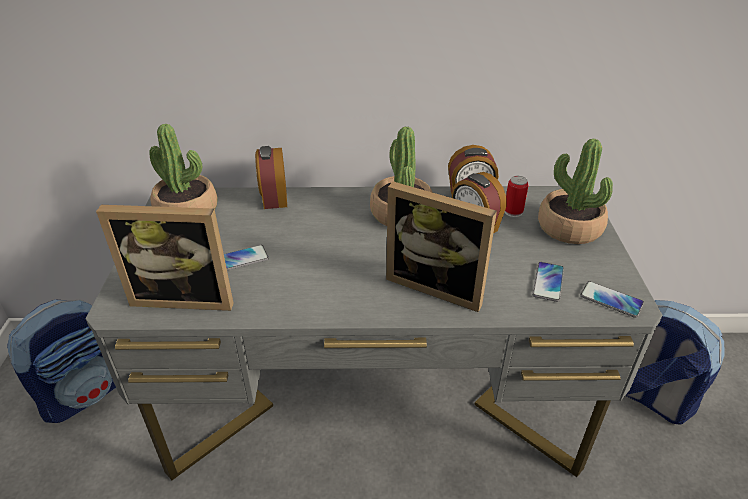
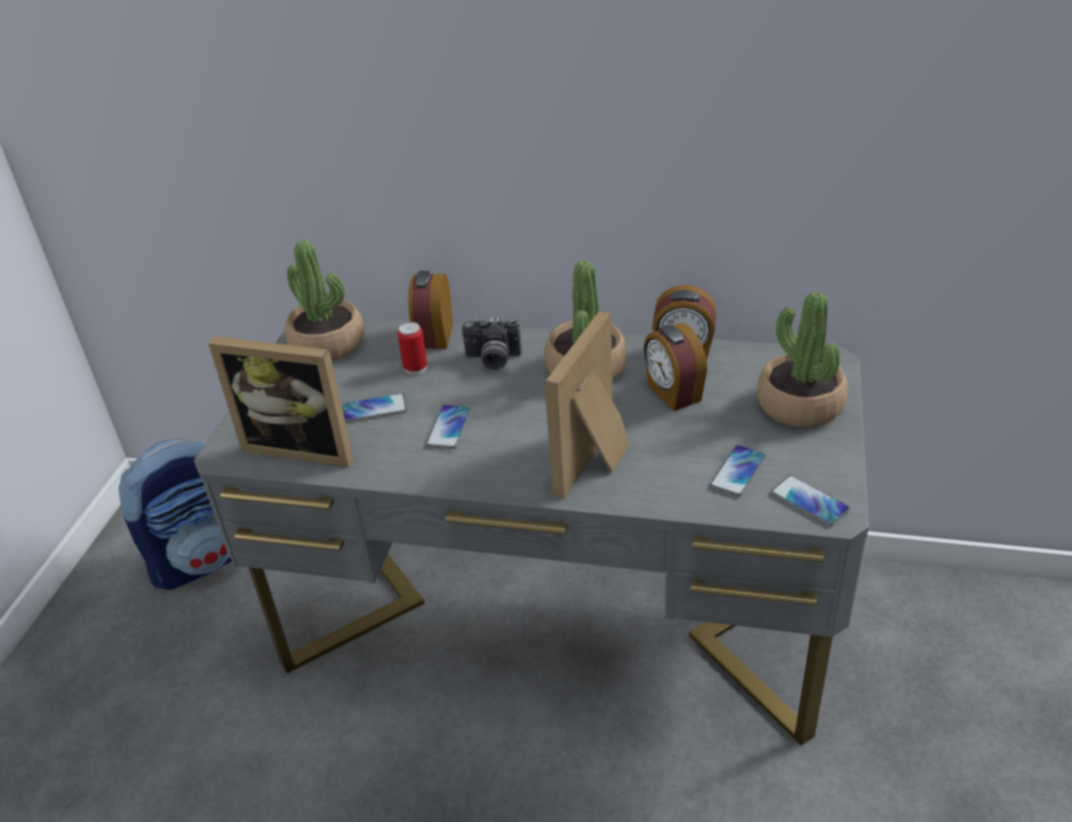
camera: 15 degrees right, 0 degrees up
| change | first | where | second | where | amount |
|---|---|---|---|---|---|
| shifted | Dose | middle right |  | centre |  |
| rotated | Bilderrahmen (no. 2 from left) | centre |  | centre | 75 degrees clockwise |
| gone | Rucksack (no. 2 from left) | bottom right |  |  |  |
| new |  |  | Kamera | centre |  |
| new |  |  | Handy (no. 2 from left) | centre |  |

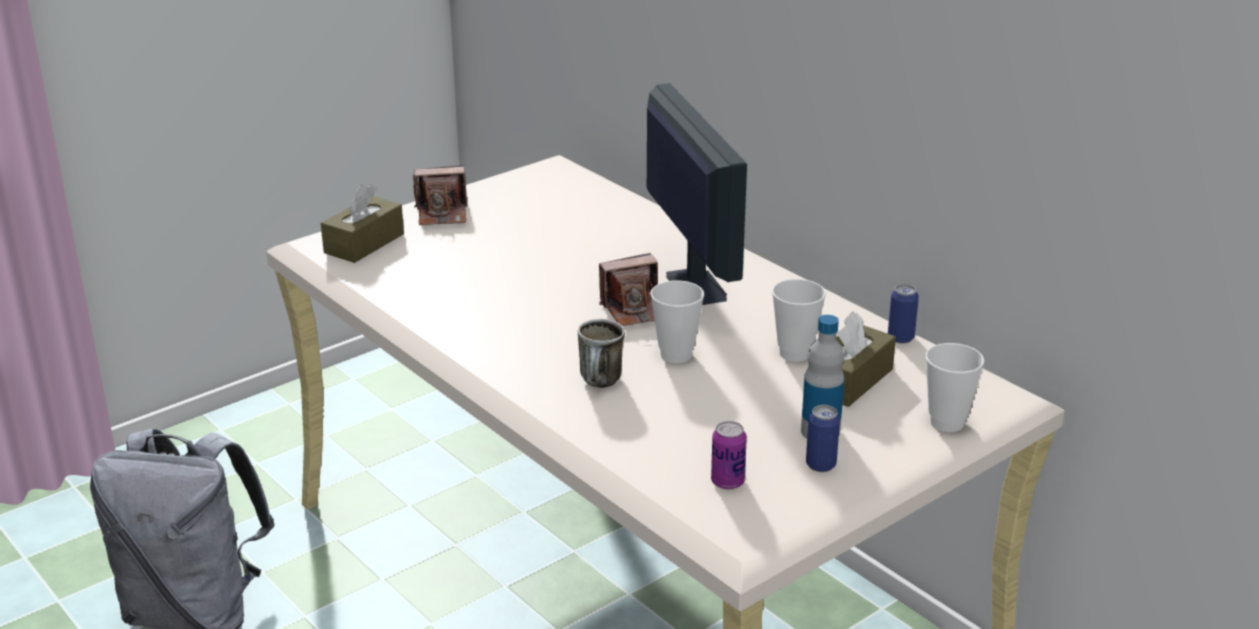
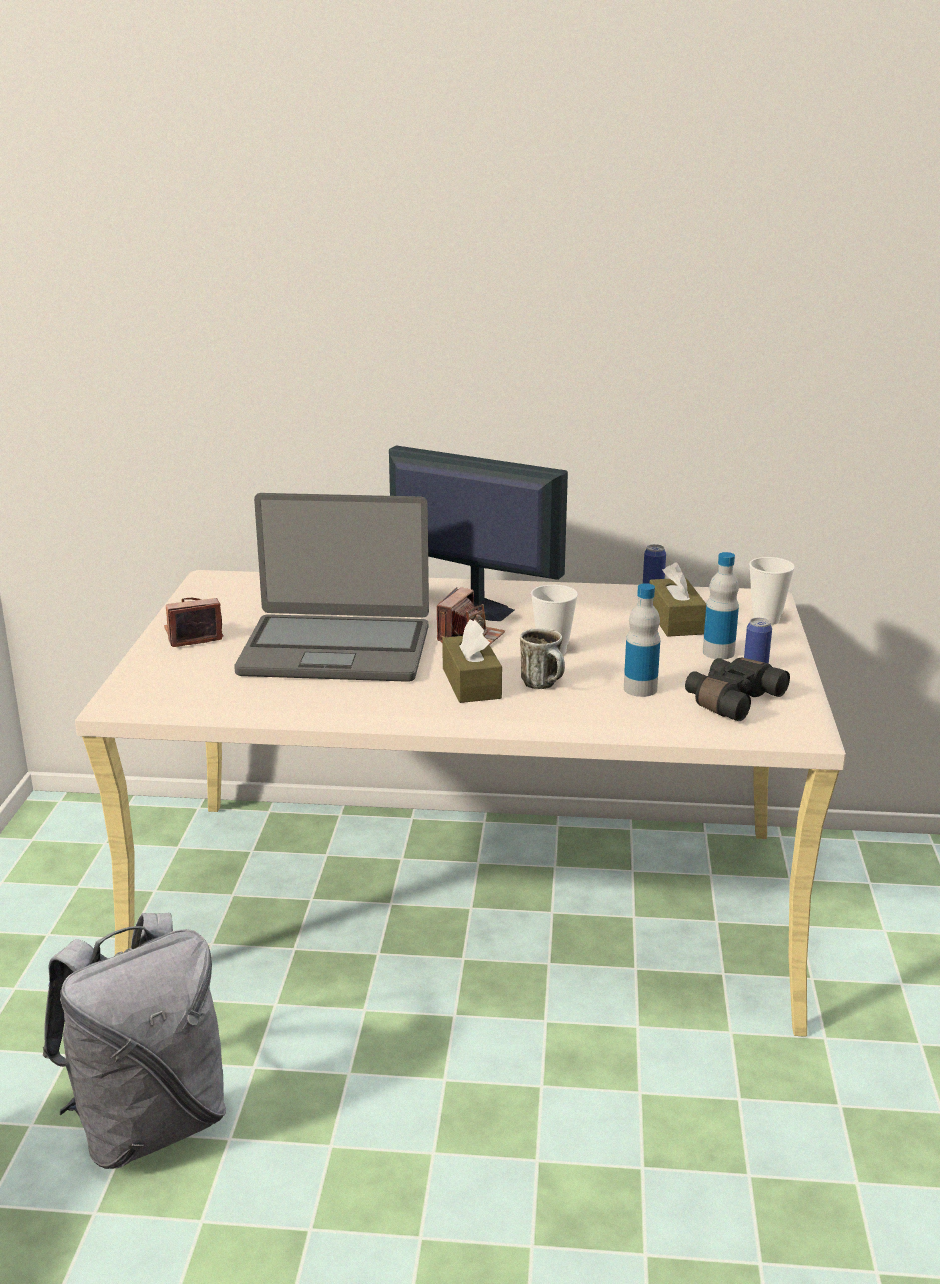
camera: 45 degrees left, 5 degrees down
| change | first | where | second | where | amount |
|---|---|---|---|---|---|
| rotated | Kamera (no. 1 from left) | top centre |  | middle left | 150 degrees counterclockwise |
| shifted | Taschentuchbox (braun) (no. 1 from left) | middle left |  | centre |  |
| gone | Tasse (no. 2 from left) | centre |  |  |  |
| swapped | Dose (no. 1 from left) | bottom centre | Fernglas (schwarz) | middle right |  |
| new |  |  | Laptop | centre |  |
| new |  |  | Flasche (no. 1 from left) | middle right |  |

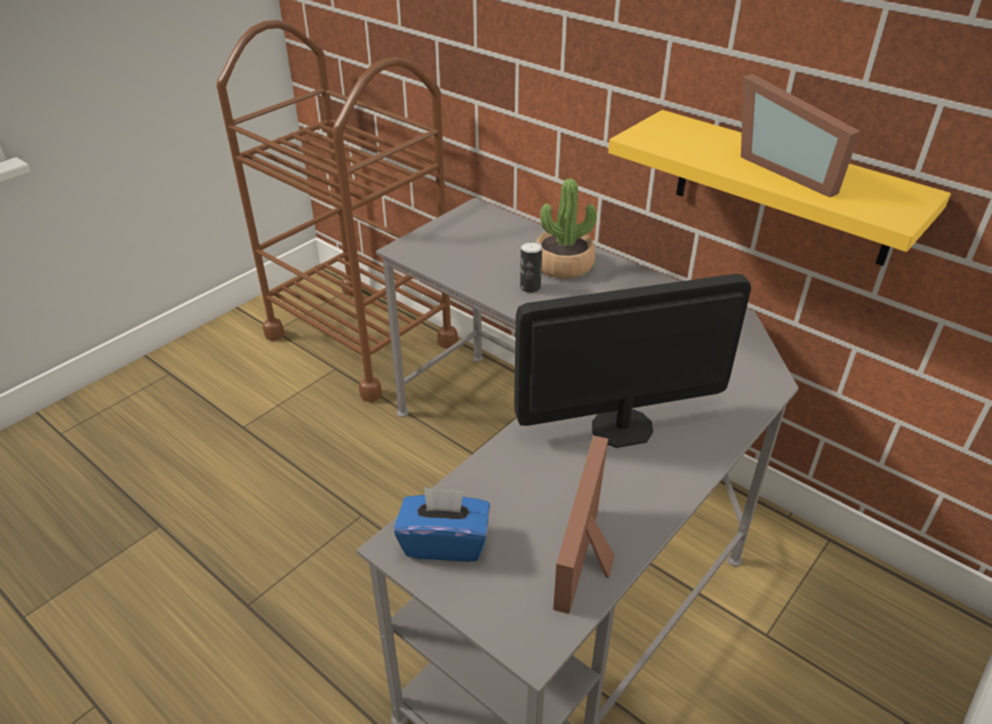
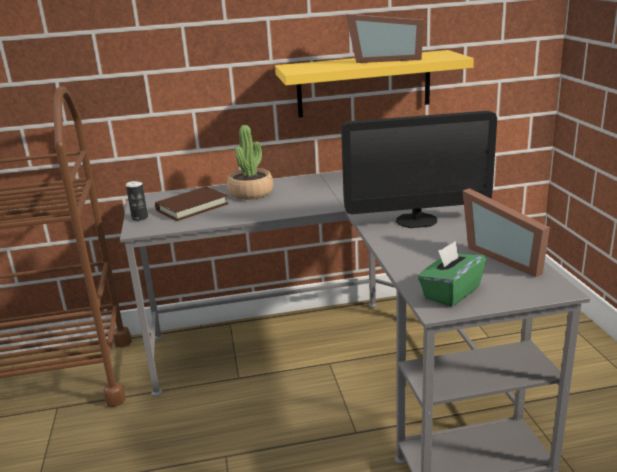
camera: 50 degrees left, 15 degrees down
| change | first | where | second | where | amount |
|---|---|---|---|---|---|
| shifted | Dose | centre |  | middle left |  |
| rotated | Monitor | centre |  | middle right | 120 degrees counterclockwise |
| repainted | Taschentuchbox (blau) | bottom centre | Taschentuchbox (grün) | middle right |  |
| new |  |  | Buch (braun) | middle left |  |

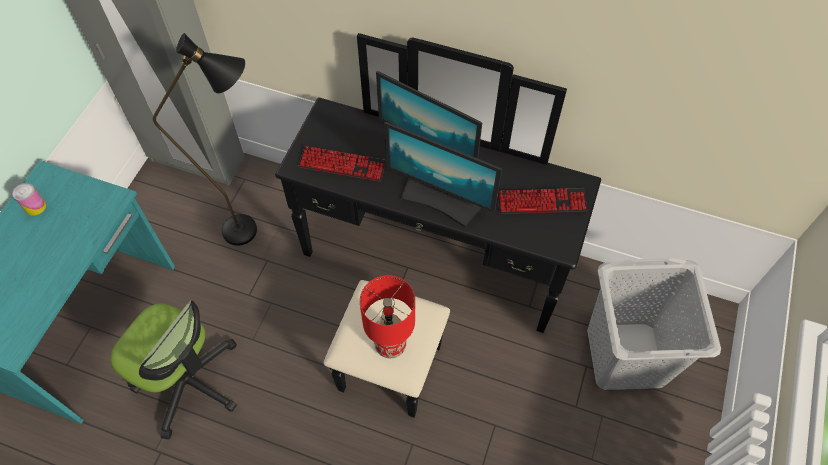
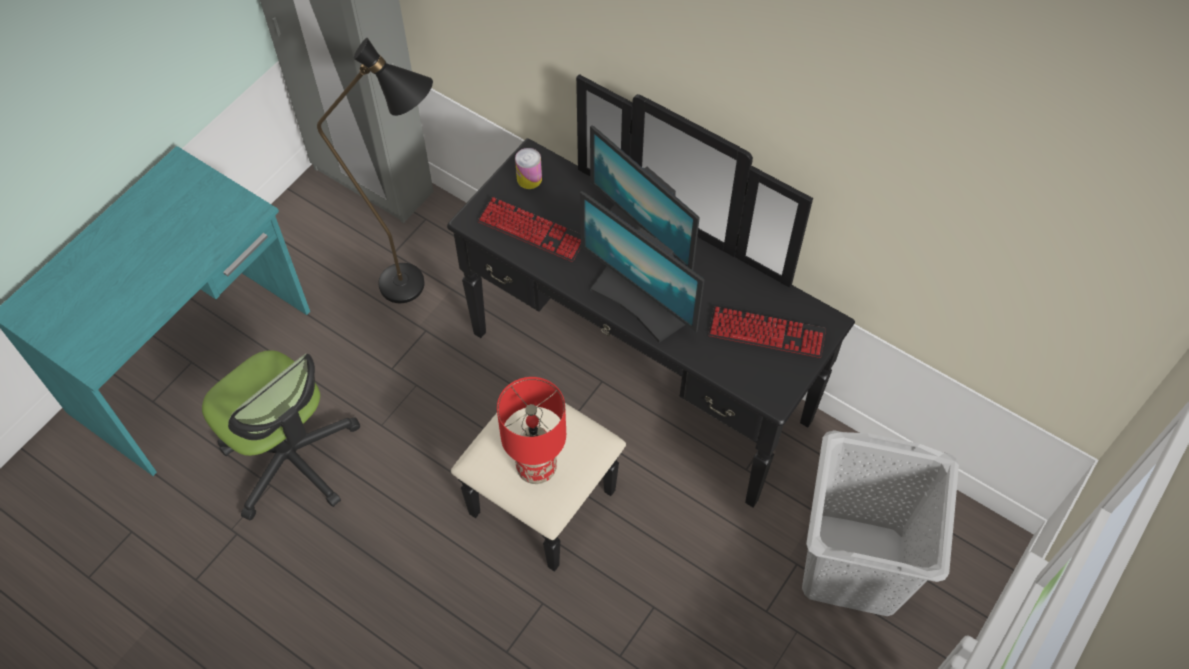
camera: 15 degrees right, 0 degrees up
| change | first | where | second | where | amount |
|---|---|---|---|---|---|
| shifted | Dose | middle left |  | top centre |  |

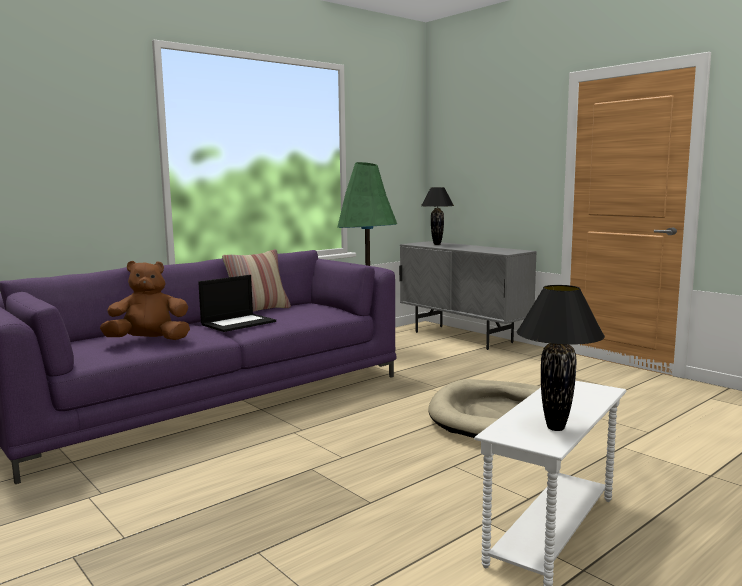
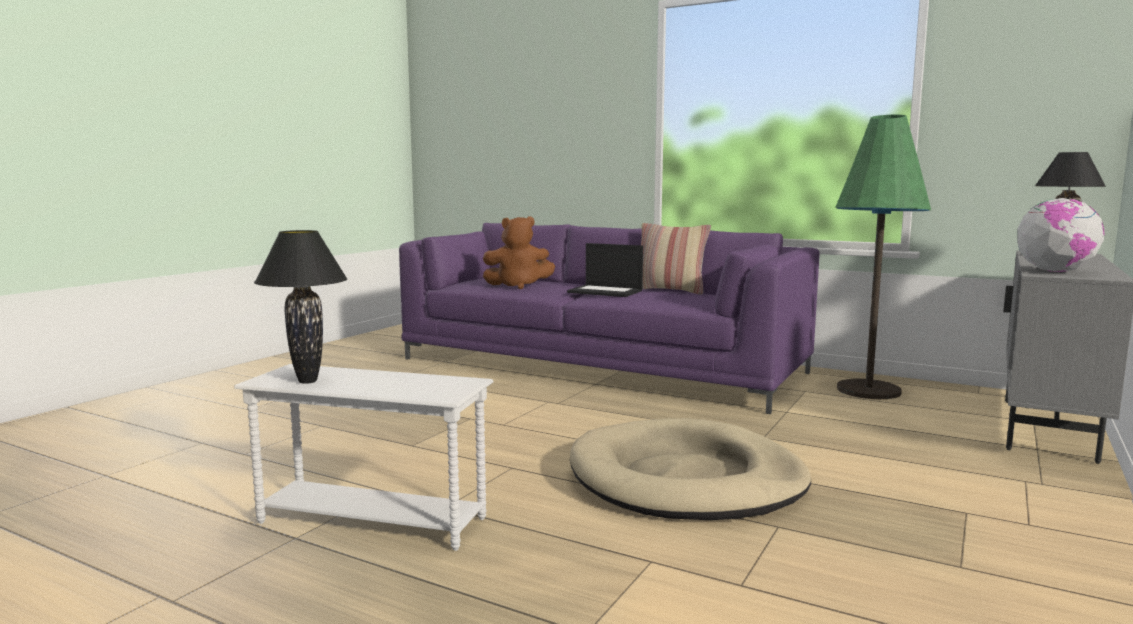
camera: 70 degrees right, 0 degrees up
| change | first | where | second | where | amount |
|---|---|---|---|---|---|
| rotated | Plüschtier (braun) | middle left |  | centre | 120 degrees clockwise |
| new |  |  | Globus | middle right |  |

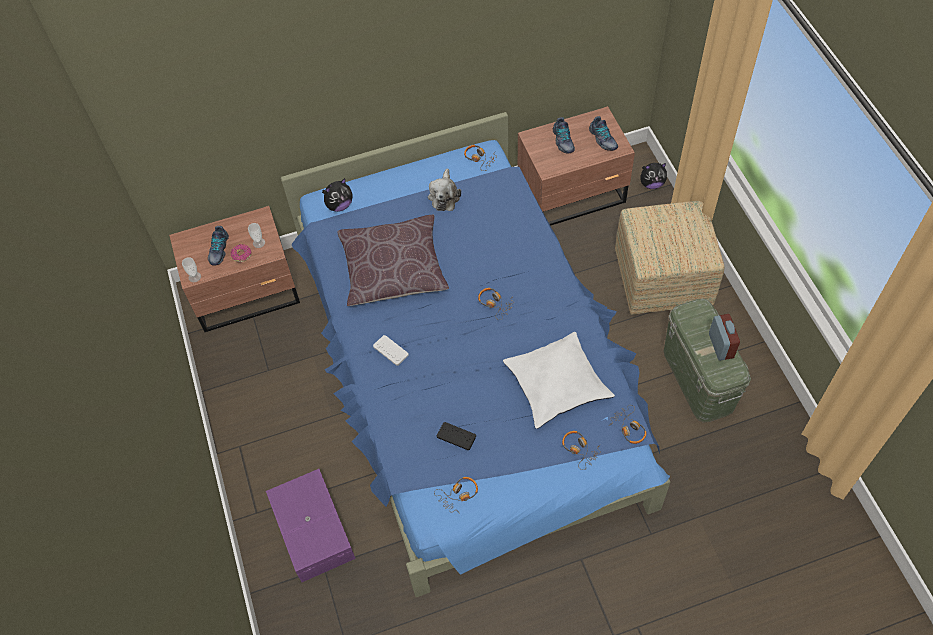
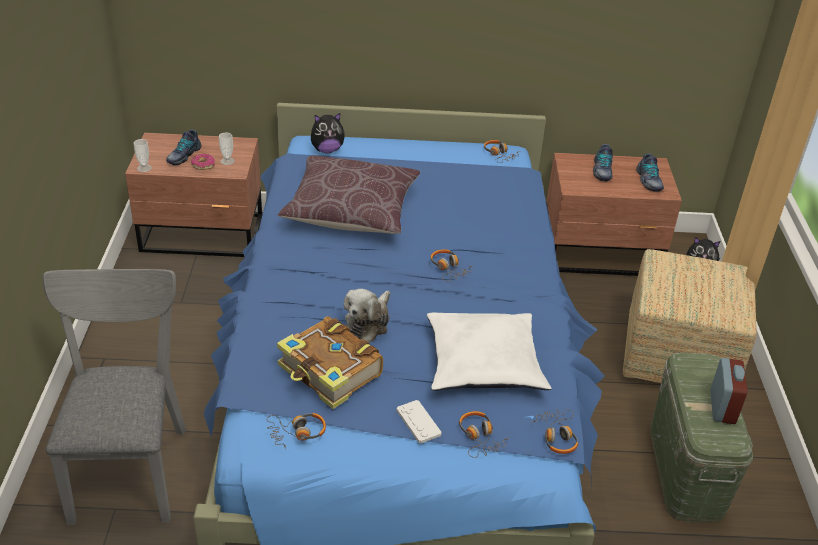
camera: 15 degrees right, 20 degrees down
| change | first | where | second | where | amount |
|---|---|---|---|---|---|
| shifted | Plüschtier (no. 2 from left) | top centre |  | centre |  |
| shifted | Gamepad (weiß) | centre |  | bottom centre |  |
| swapped | Gamepad (schwarz) | bottom centre | Buch | centre |  |
| swapped | Aufbewahrungsbox (lila) | bottom centre | Stuhl (grau) | bottom left |  |

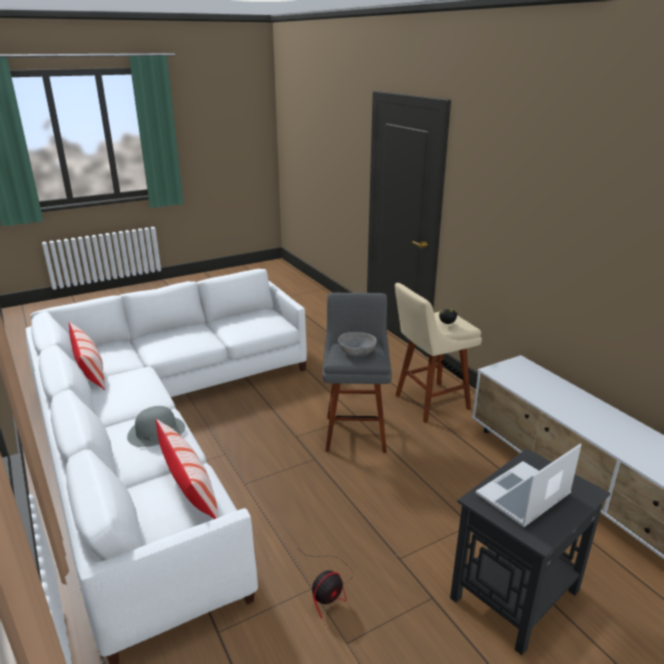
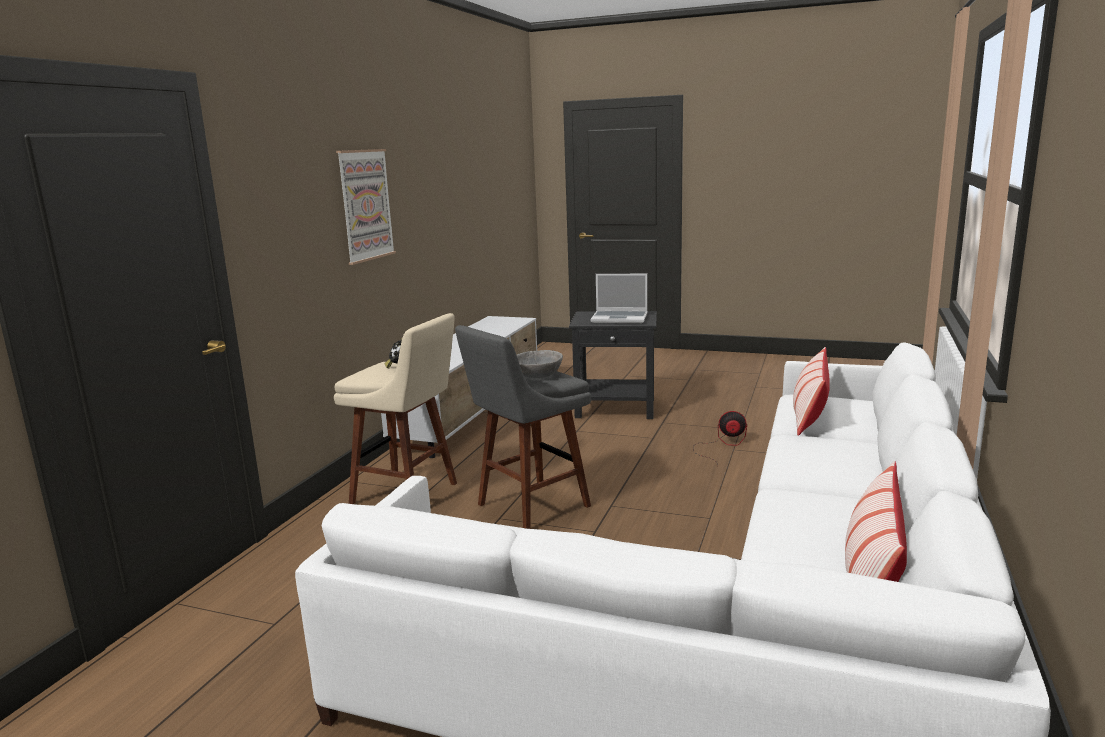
camera: 130 degrees left, 10 degrees down
| change | first | where | second | where | amount |
|---|---|---|---|---|---|
| gone | Hut (grau) | middle left |  |  |  |
| new |  |  | Bild | top left |  |

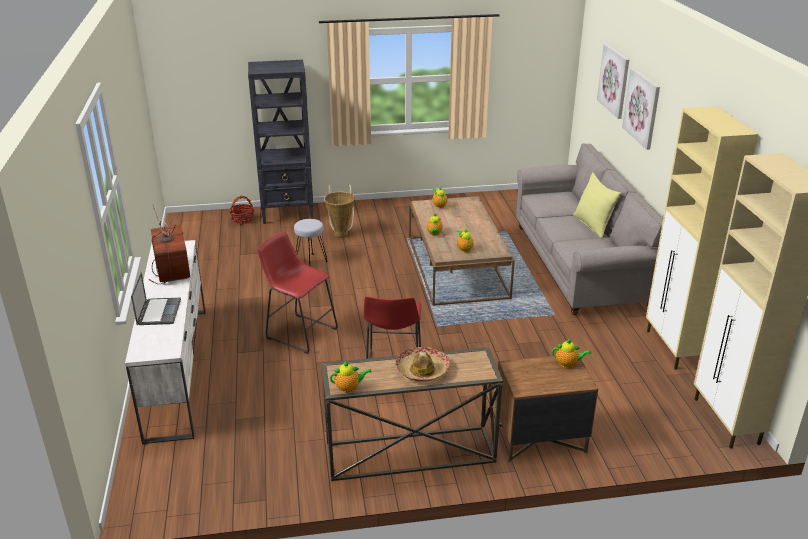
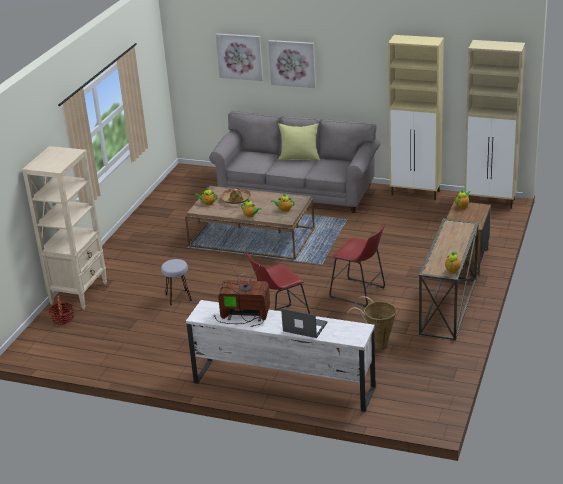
camera: 60 degrees left, 0 degrees up
| change | first | where | second | where | amount |
|---|---|---|---|---|---|
| repainted | Bücherregal (schwarz) | top centre | Bücherregal (beige) | middle left |  |
| shifted | Korb (no. 2 from left) | centre |  | bottom centre |  |
| shifted | Hut | bottom centre |  | centre |  |

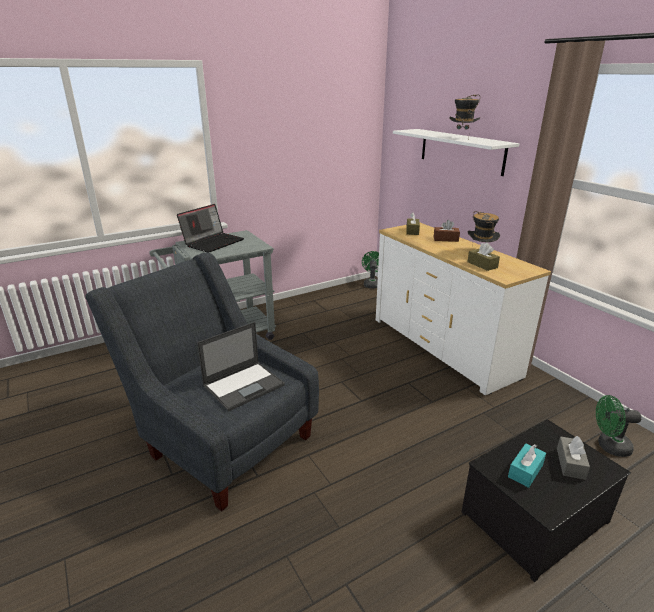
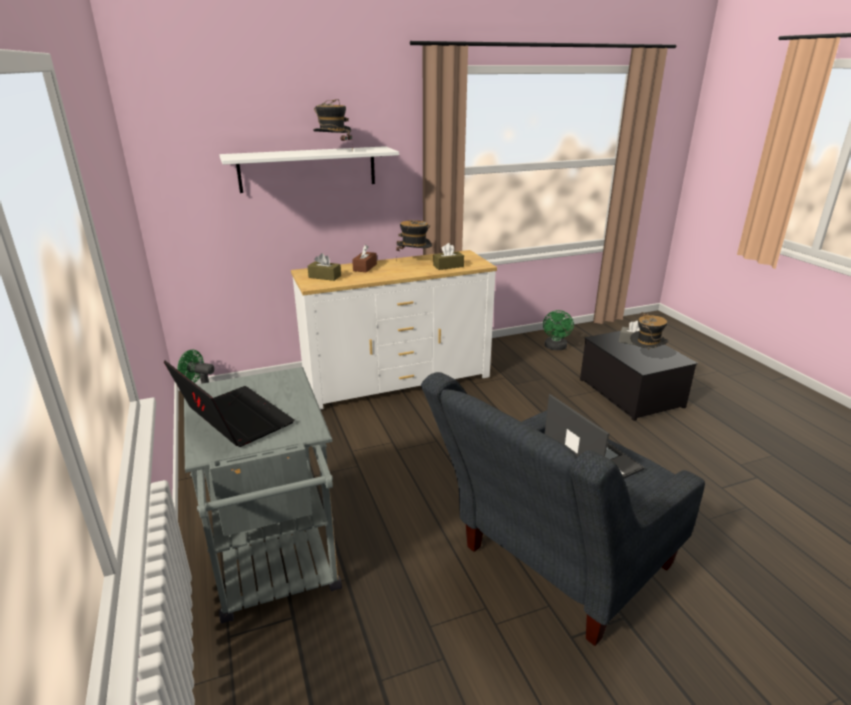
camera: 80 degrees left, 0 degrees up
| change | first | where | second | where | amount |
|---|---|---|---|---|---|
| swapped | Taschentuchbox (türkis) | bottom right | Hut (no. 3 from left) | middle right |  |

